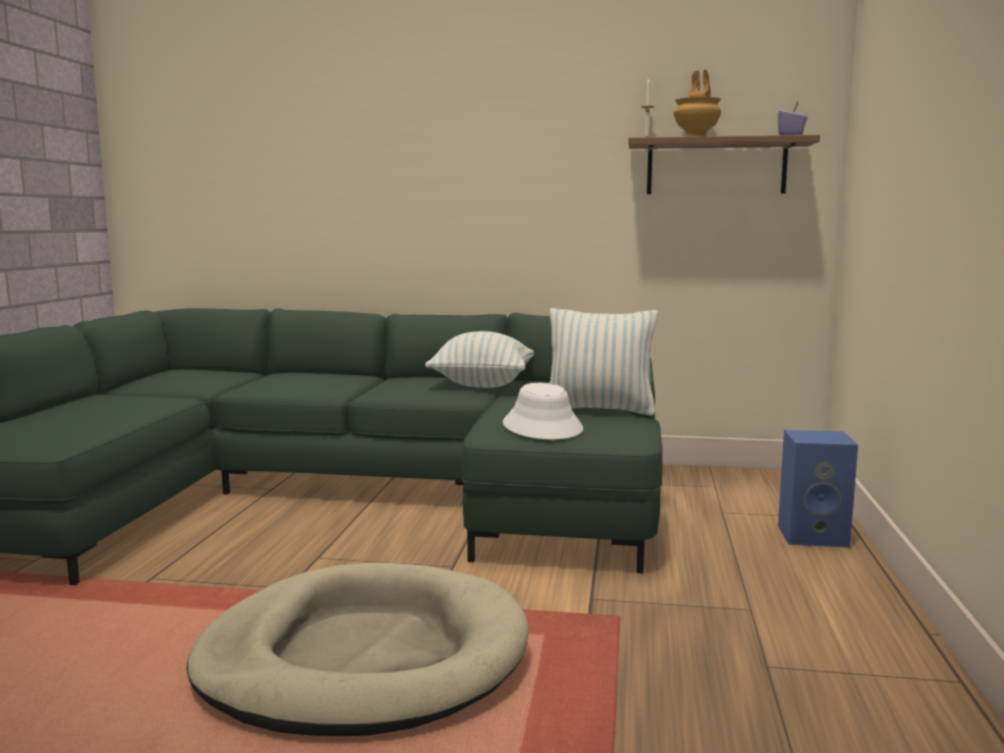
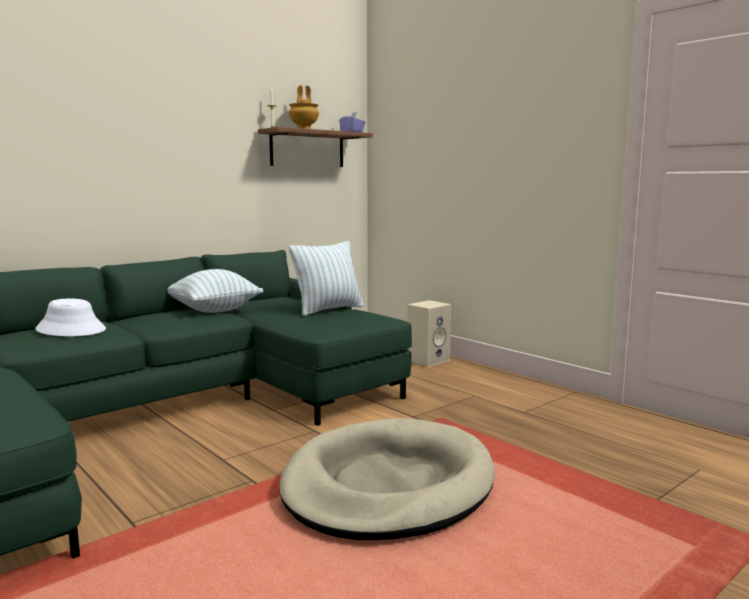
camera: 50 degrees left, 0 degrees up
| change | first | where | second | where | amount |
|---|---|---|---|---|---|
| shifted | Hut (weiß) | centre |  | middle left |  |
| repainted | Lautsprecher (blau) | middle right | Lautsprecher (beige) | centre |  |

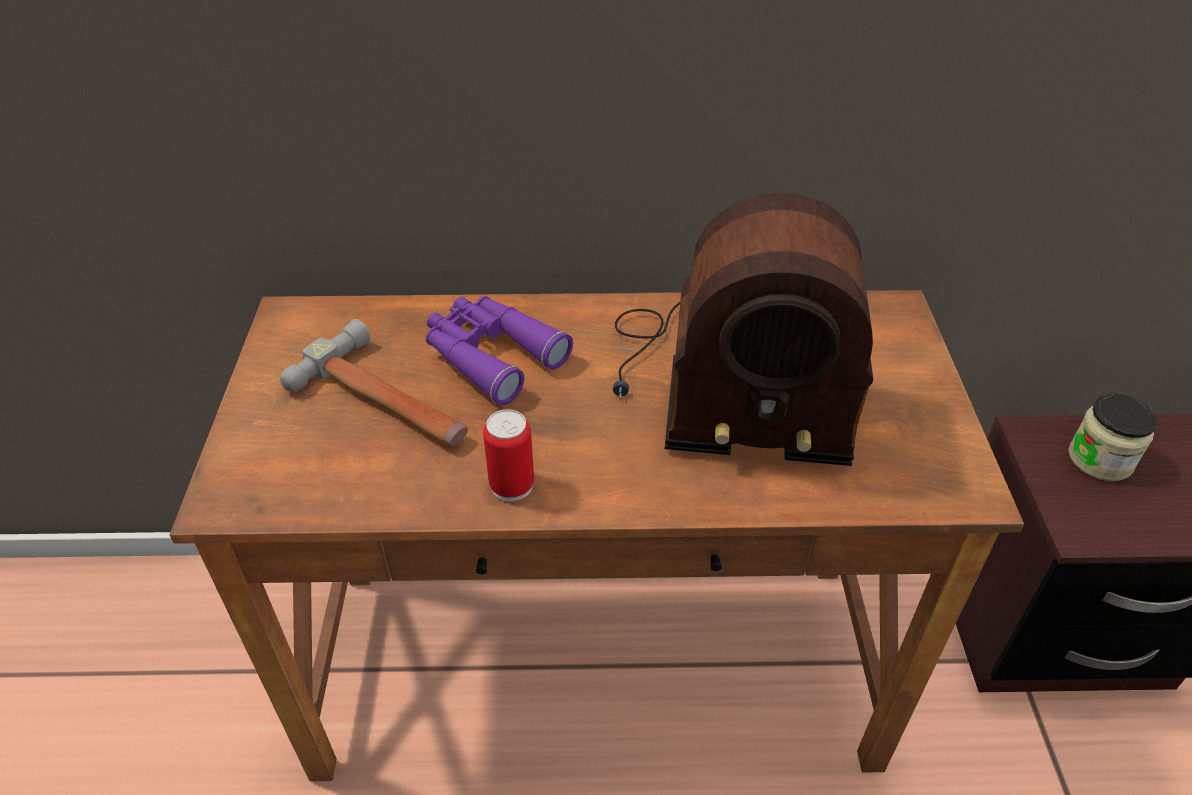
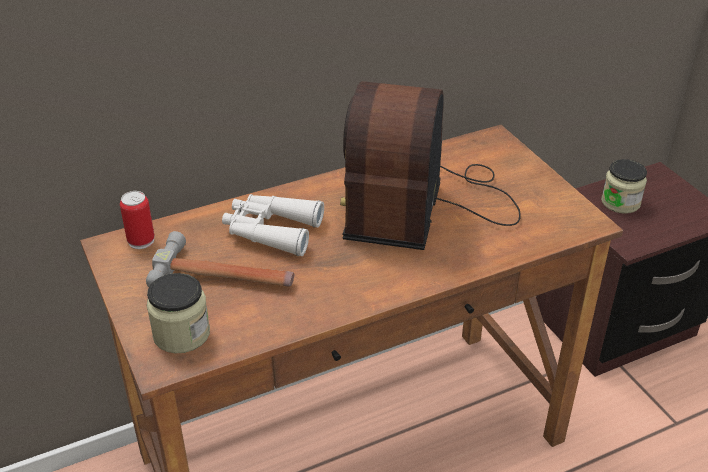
camera: 25 degrees left, 5 degrees down
| change | first | where | second | where | amount |
|---|---|---|---|---|---|
| rotated | Radio | centre |  | centre | 120 degrees clockwise |
| repainted | Fernglas (lila) | centre | Fernglas (weiß) | centre |  |
| shifted | Dose | centre |  | middle left |  |
| new |  |  | Vorratsglas (no. 1 from left) | middle left |  |

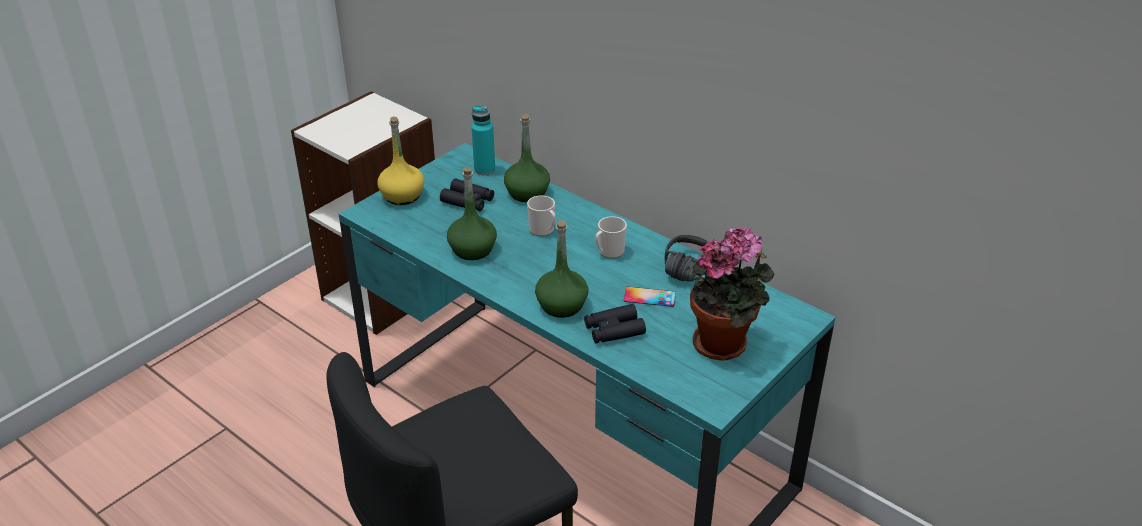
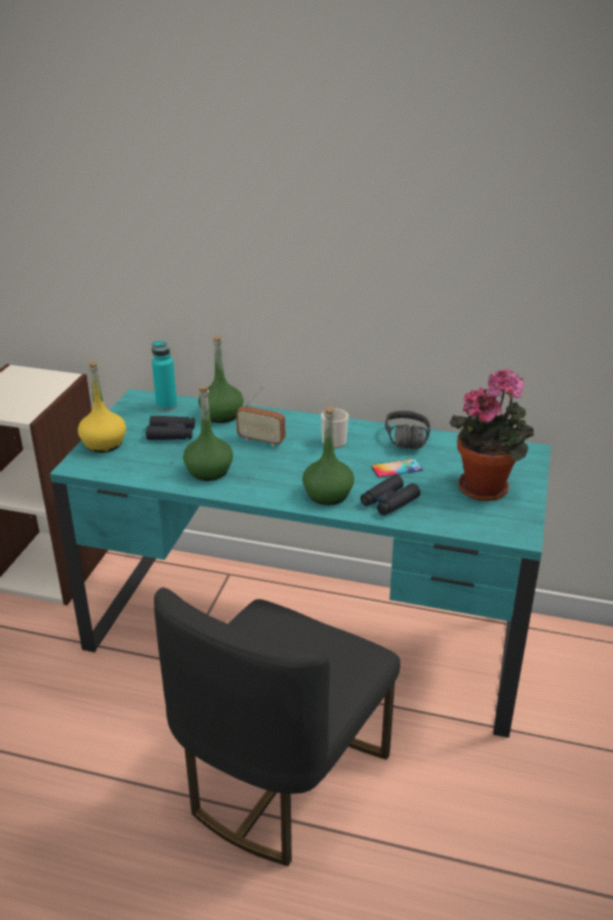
camera: 25 degrees left, 5 degrees down
| change | first | where | second | where | amount |
|---|---|---|---|---|---|
| swapped | Henkelbecher (no. 1 from left) | centre | Radio | centre |  |

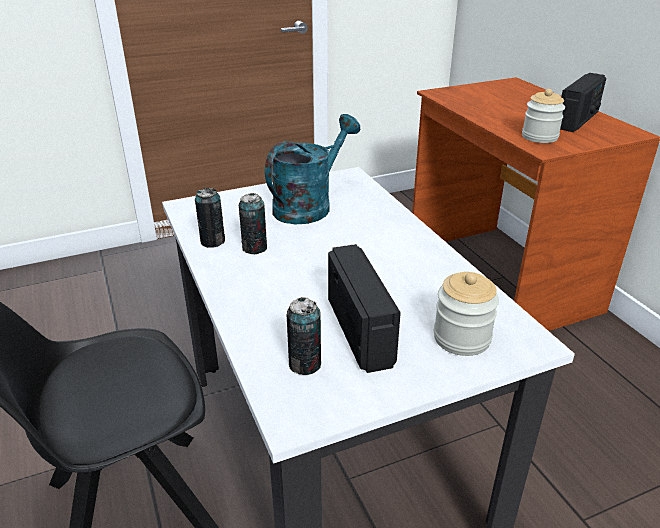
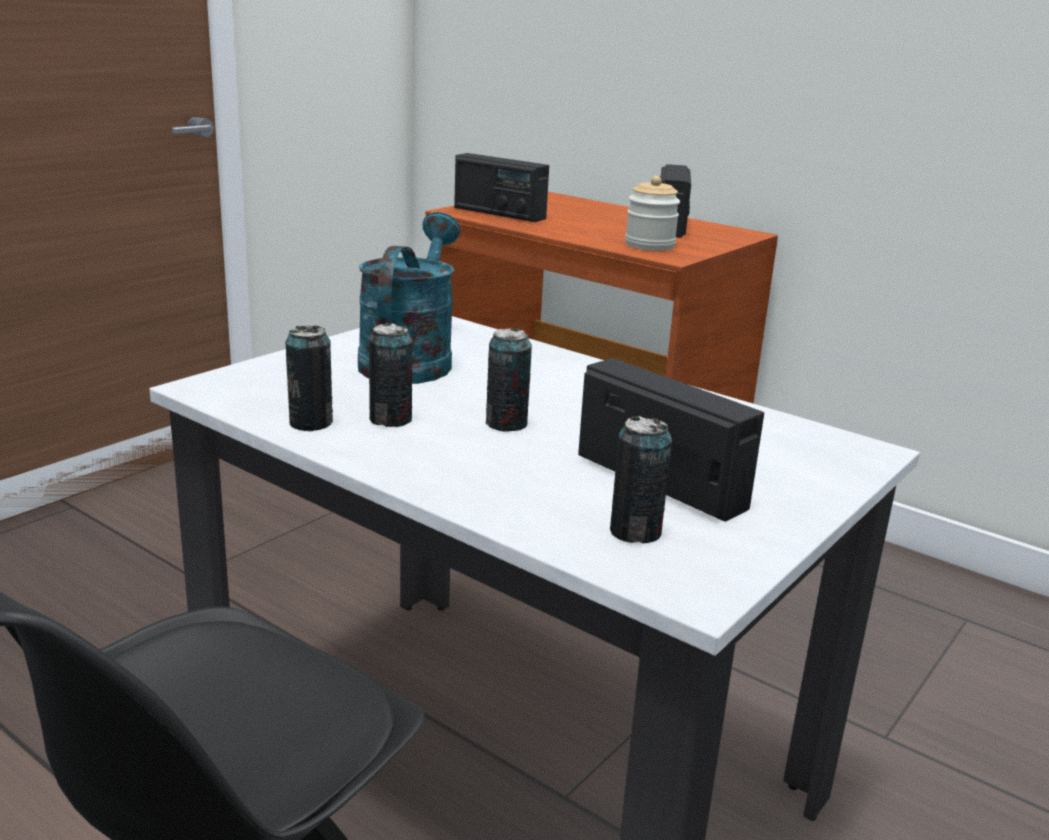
camera: 30 degrees left, 10 degrees down
| change | first | where | second | where | amount |
|---|---|---|---|---|---|
| gone | Vorratsglas (no. 1 from left) | middle right |  |  |  |
| new |  |  | Radio (no. 1 from left) | top centre |  |
| new |  |  | Dose (no. 3 from left) | centre |  |

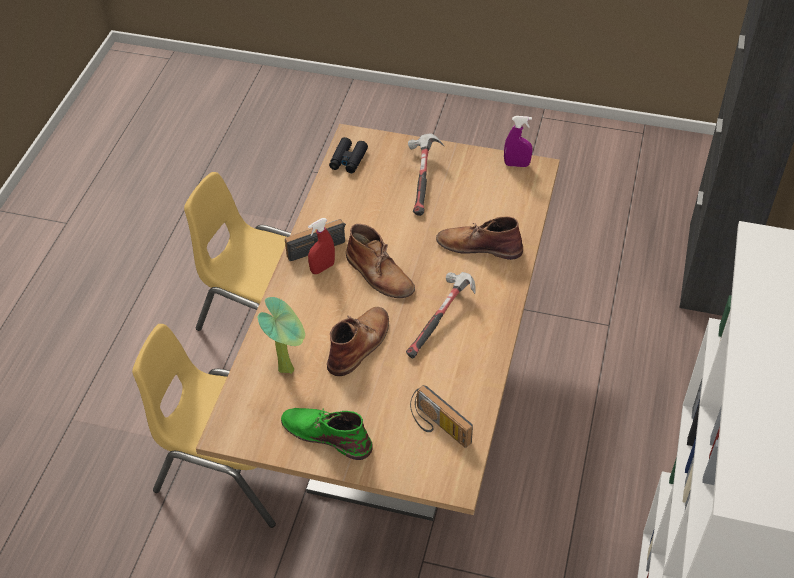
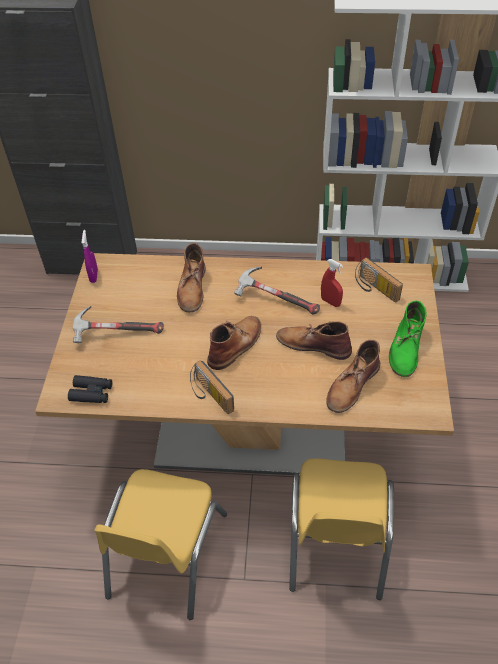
camera: 100 degrees left, 0 degrees up
| change | first | where | second | where | amount |
|---|---|---|---|---|---|
| shifted | Sprühflasche (rot) | centre |  | middle right |  |
| swapped | Topfpflanze | centre | Stiefel (braun) (no. 4 from left) | middle right |  |
| rotated | Radio (no. 2 from left) | bottom centre |  | middle right | 105 degrees clockwise |

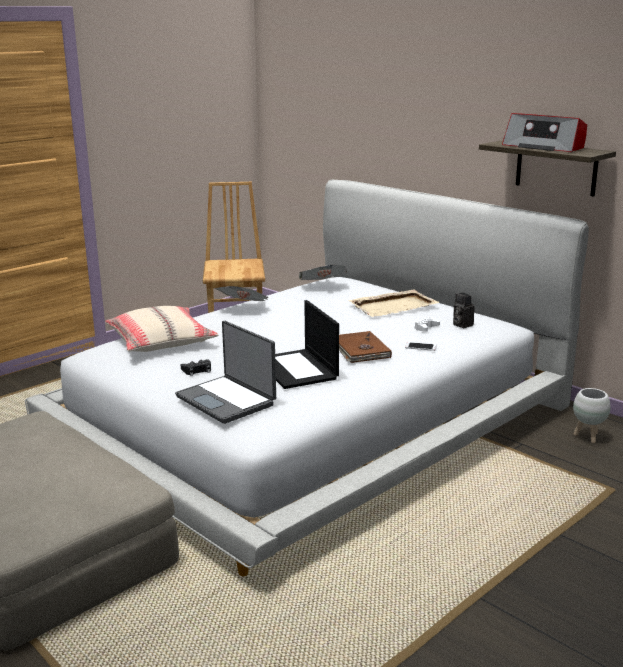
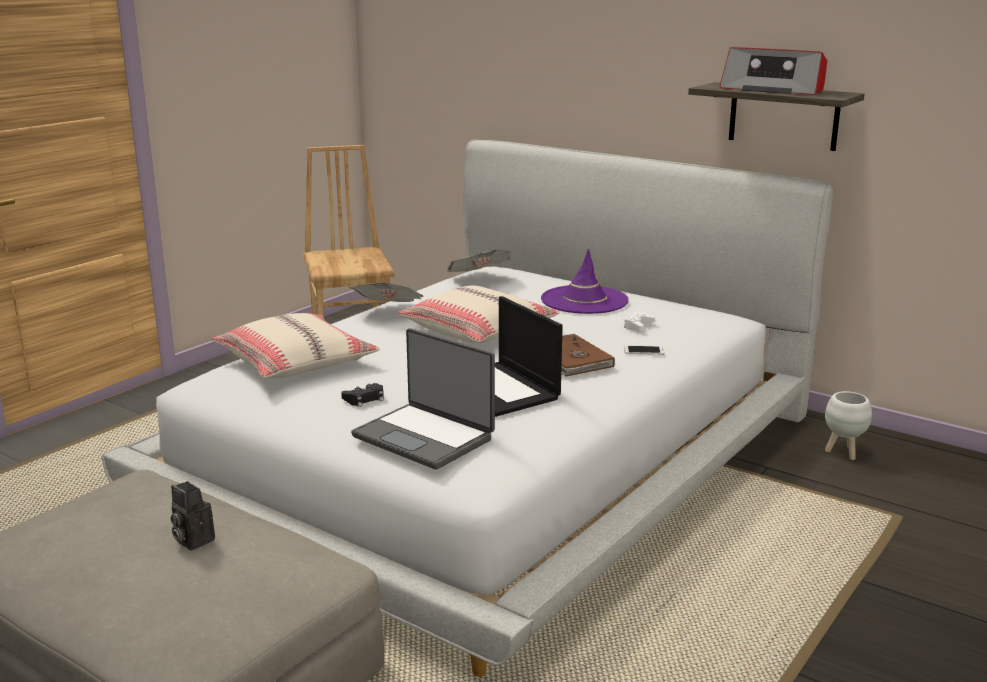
camera: 10 degrees left, 0 degrees up
| change | first | where | second | where | amount |
|---|---|---|---|---|---|
| swapped | Tablett (beige) | centre | Hut (lila) | centre |  |
| shifted | Kamera | middle right |  | bottom left |  |
| new |  |  | Kissen (beige) (no. 2 from left) | centre |  |

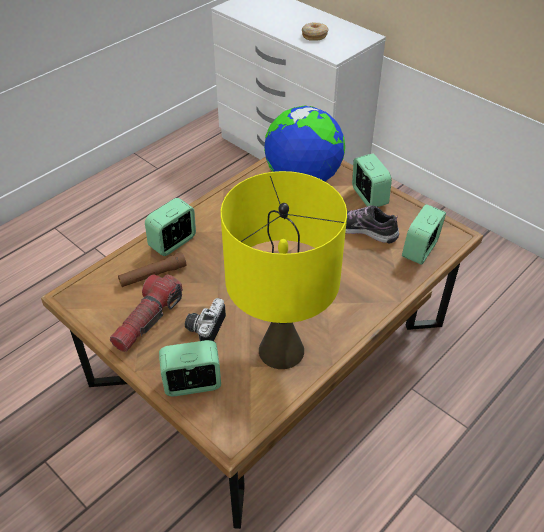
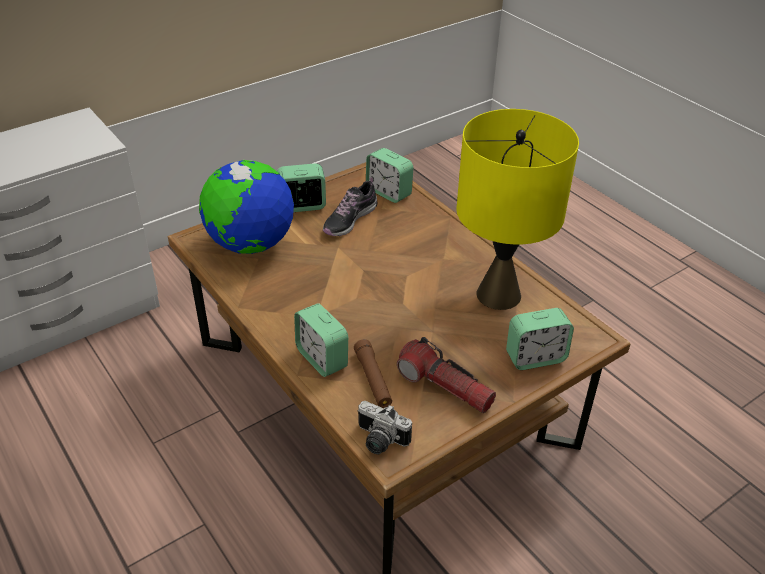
camera: 80 degrees left, 5 degrees down
| change | first | where | second | where | amount |
|---|---|---|---|---|---|
| gone | Donut | top centre |  |  |  |
| shifted | Kamera | centre |  | bottom centre |  |
| rotated | Wecker (no. 2 from left in the first image) | bottom centre | Wecker (no. 4 from left) | middle right | 105 degrees counterclockwise |

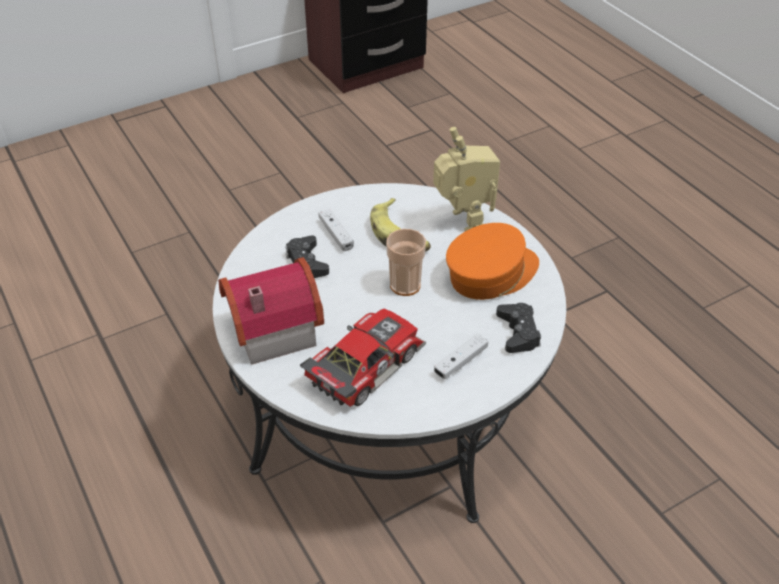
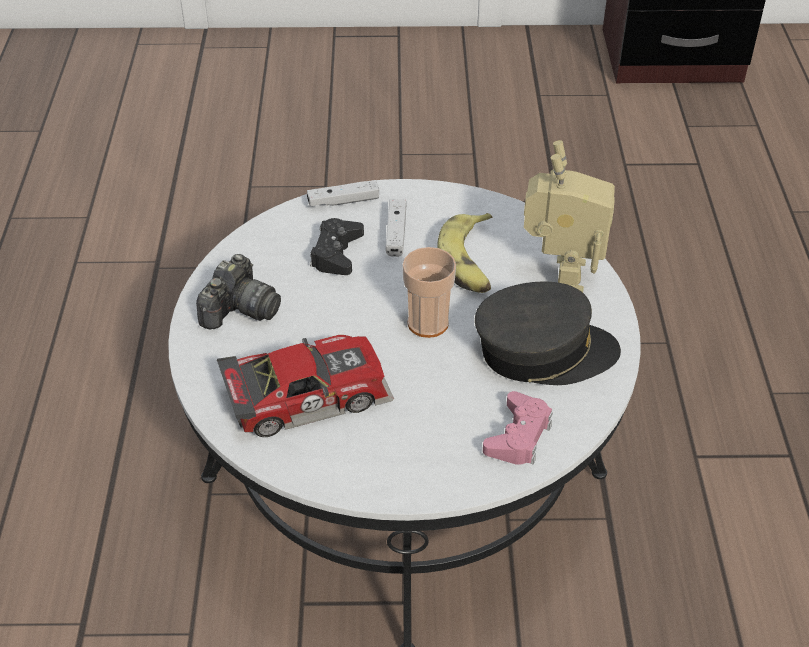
camera: 30 degrees right, 0 degrees up
| change | first | where | second | where | amount |
|---|---|---|---|---|---|
| repainted | Kappe (orange) | centre | Kappe (grau) | middle right |  |
| swapped | Spielzeughaus | centre | Kamera | middle left |  |
| repainted | Gamepad (schwarz) (no. 2 from left) | centre | Gamepad (rosa) | centre |  |
| shifted | Gamepad (weiß) (no. 2 from left in the first image) | centre | Gamepad (weiß) (no. 1 from left) | top centre |  |

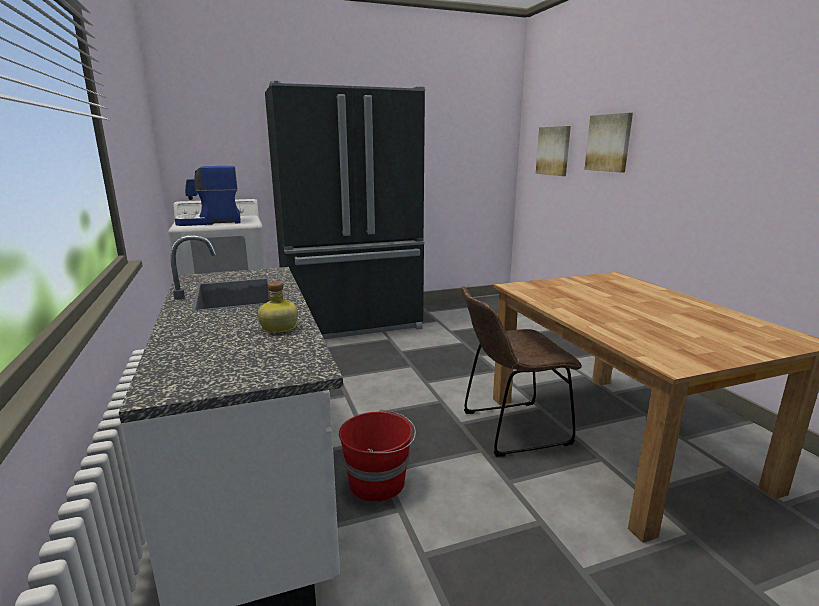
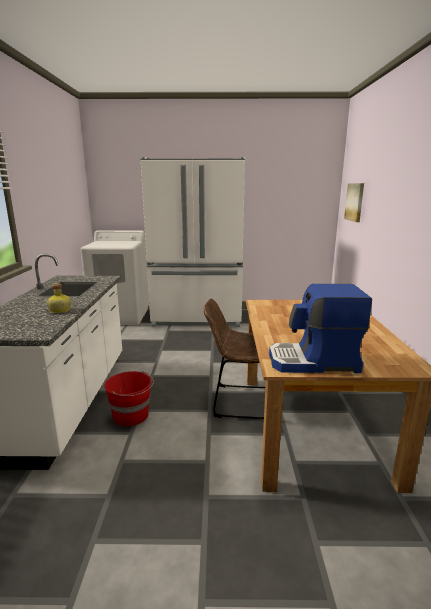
camera: 20 degrees right, 0 degrees up
| change | first | where | second | where | amount |
|---|---|---|---|---|---|
| repainted | Kühlschrank (schwarz) | centre | Kühlschrank (weiß) | centre |  |
| gone | Bild (no. 2 from left) | top right |  |  |  |
| shifted | Kaffeemaschine | top left |  | middle right |  |

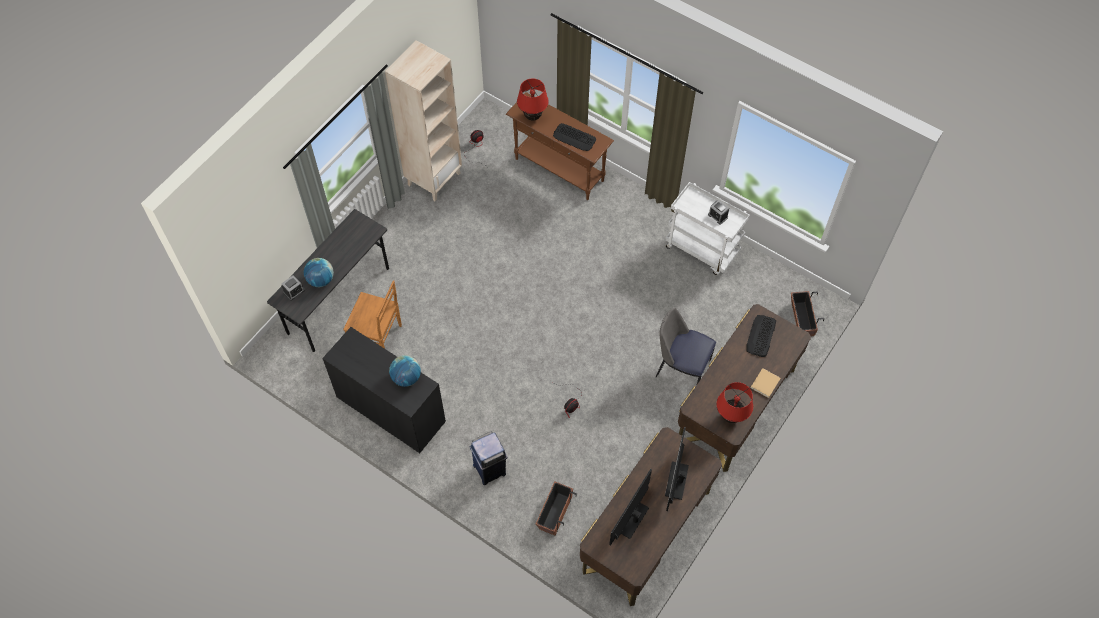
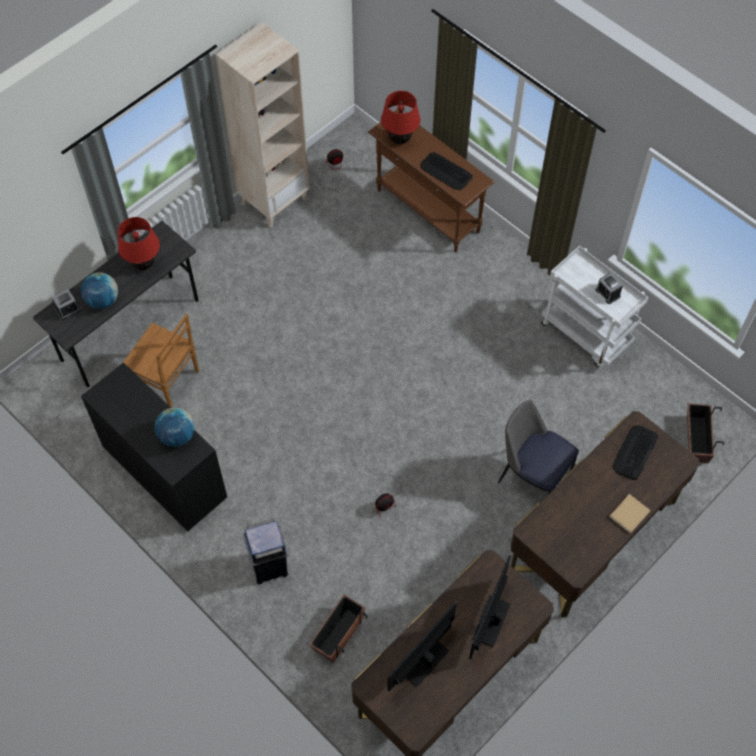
camera: 10 degrees right, 0 degrees up
| change | first | where | second | where | amount |
|---|---|---|---|---|---|
| shifted | Tischlampe (rot) (no. 2 from left in the first image) | middle right | Tischlampe (rot) (no. 1 from left) | top left |  |

